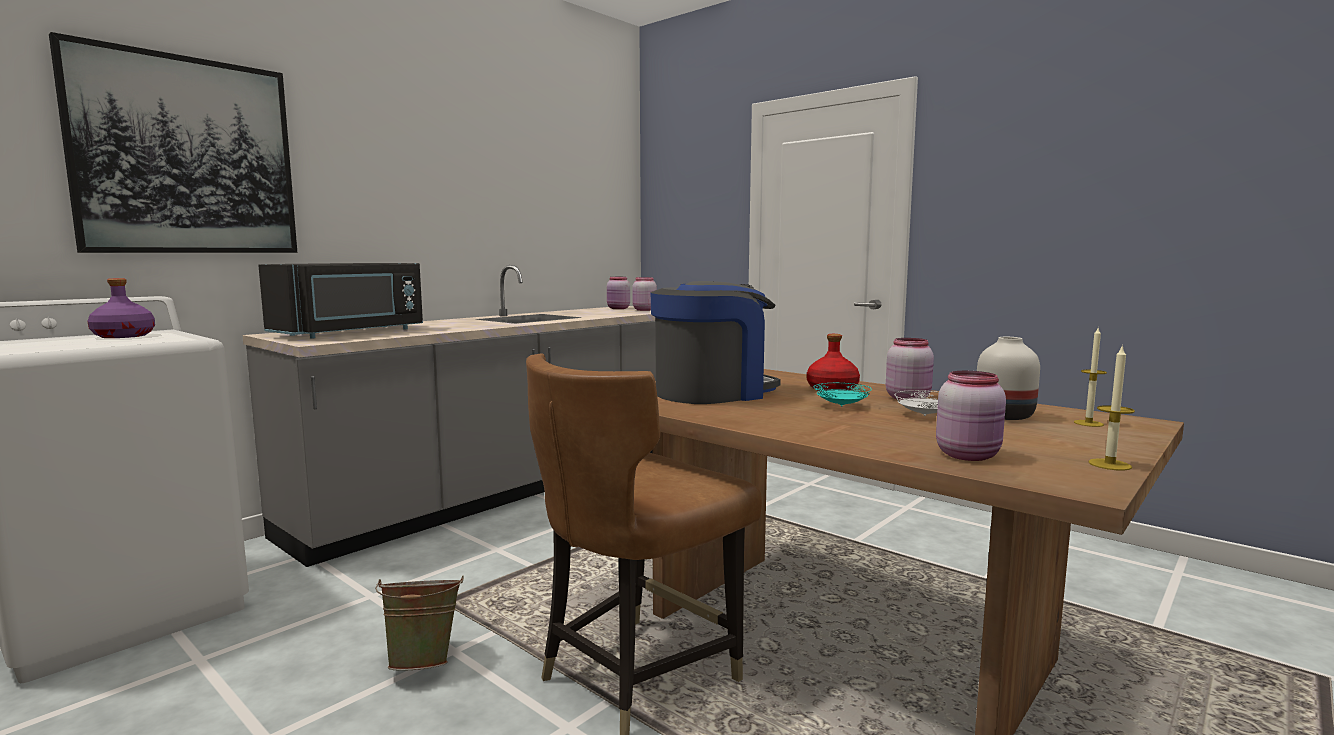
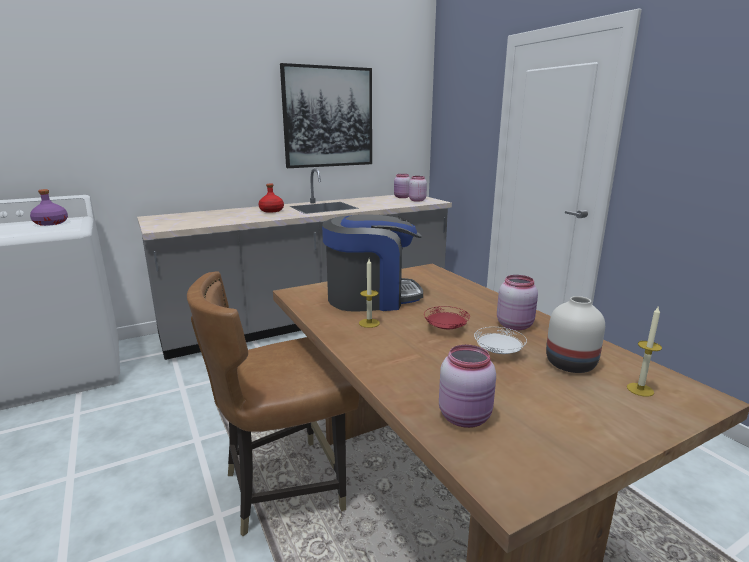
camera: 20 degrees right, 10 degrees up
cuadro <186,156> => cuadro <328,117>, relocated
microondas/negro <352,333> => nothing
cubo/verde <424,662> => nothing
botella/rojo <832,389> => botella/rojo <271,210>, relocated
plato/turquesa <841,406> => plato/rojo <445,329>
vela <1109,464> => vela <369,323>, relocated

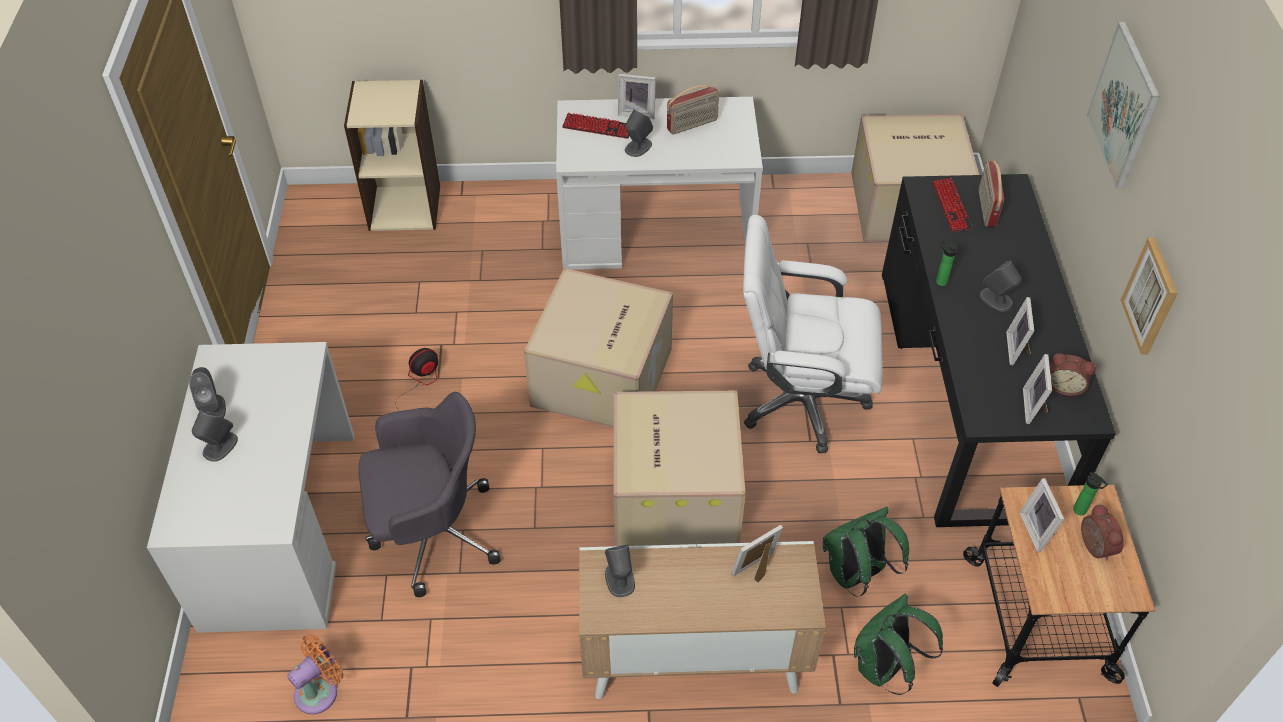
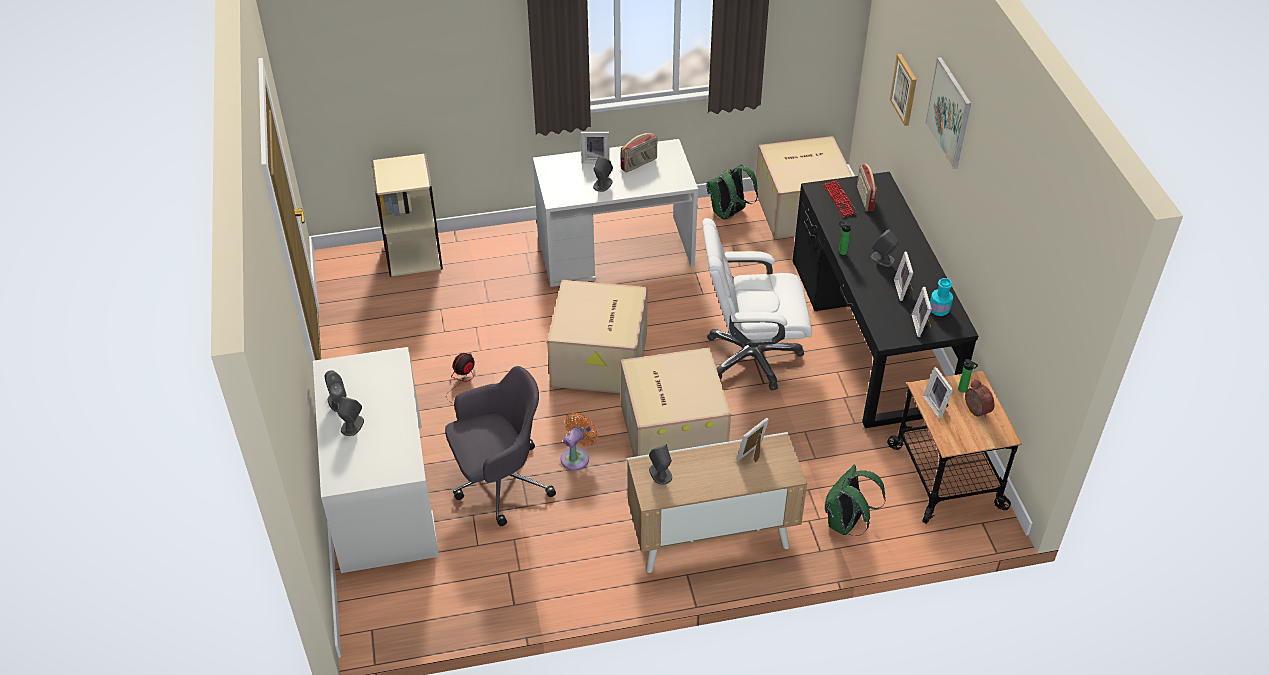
camera: 10 degrees left, 5 degrees down
ventilador/naranja <320,690> => ventilador/naranja <577,457>, relocated
teclado <597,127> => nothing
mochila/verde <856,575> => mochila/verde <729,213>, relocated
despertador <1064,386> => botella/turquesa <939,309>
cuadro <1151,296> => cuadro <904,89>, relocated

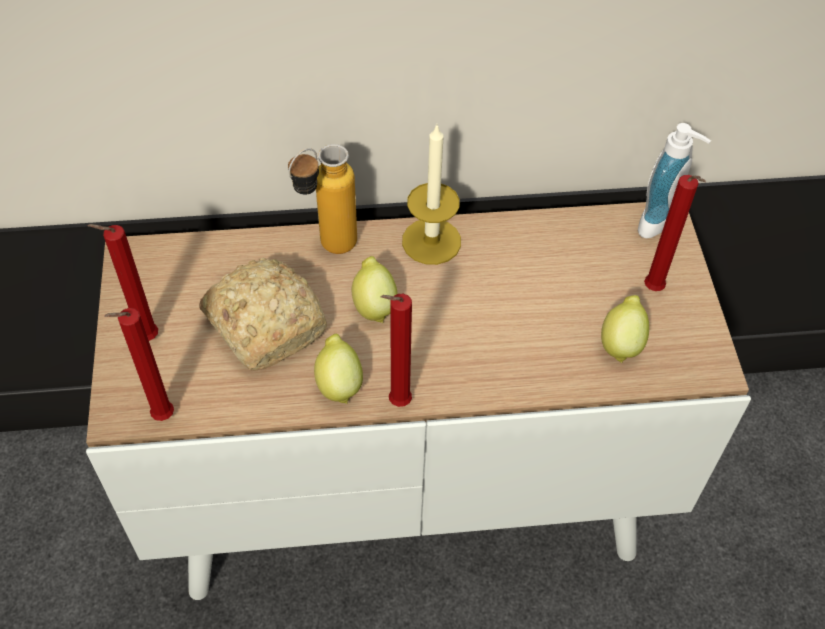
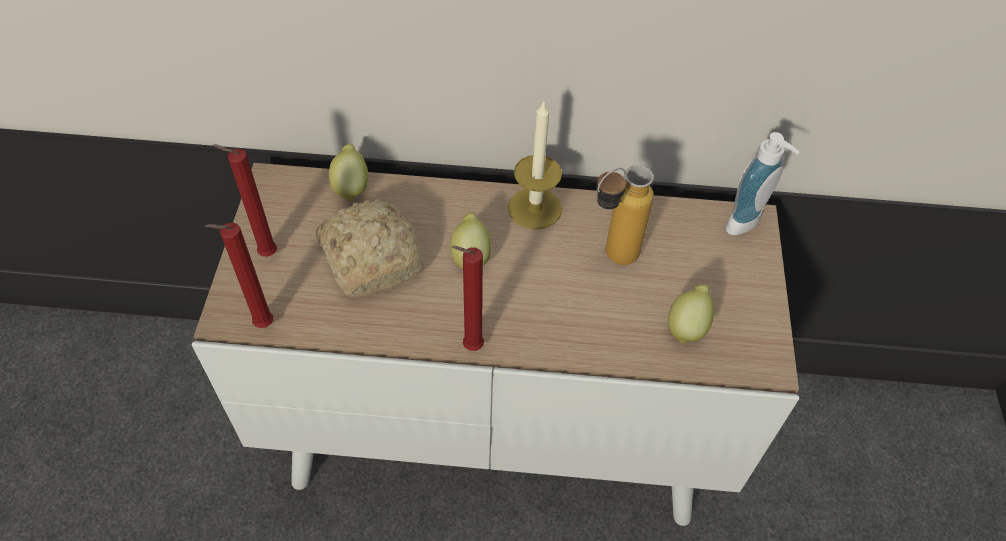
camera: 10 degrees right, 0 degrees up
botella <326,249> => botella <610,259>, relocated
limón <339,383> => limón <351,187>, relocated
vela/rojo <655,291> => nothing

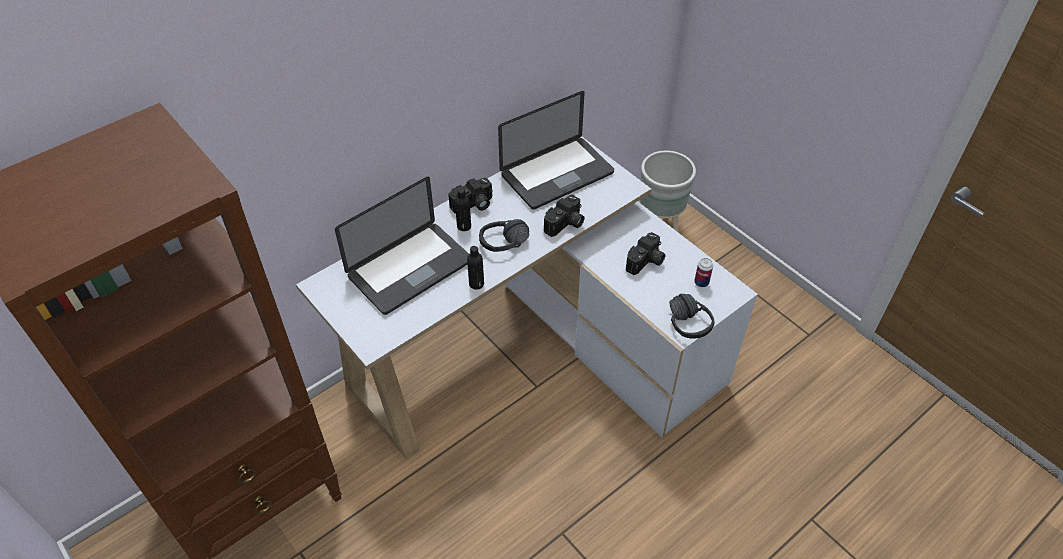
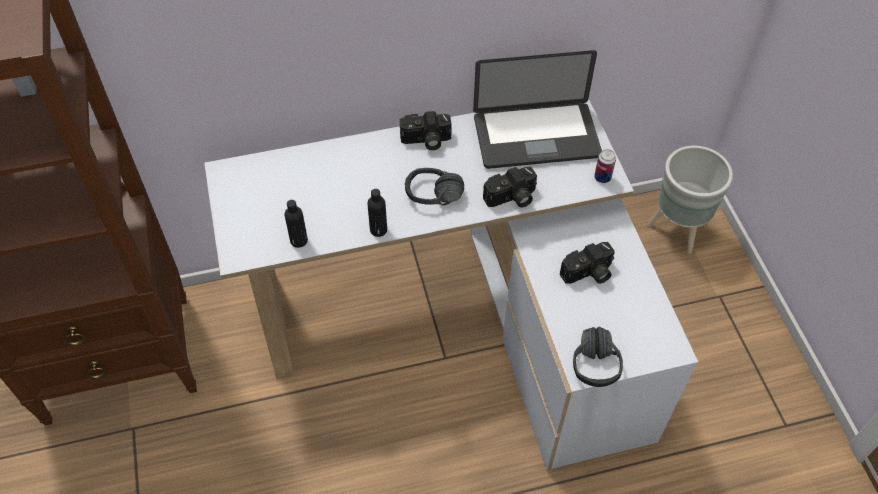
camera: 25 degrees right, 5 degrees up
portátil <410,269> => nothing
botella/negro <464,226> => botella/negro <299,240>, relocated
lata <701,282> => lata <602,177>, relocated

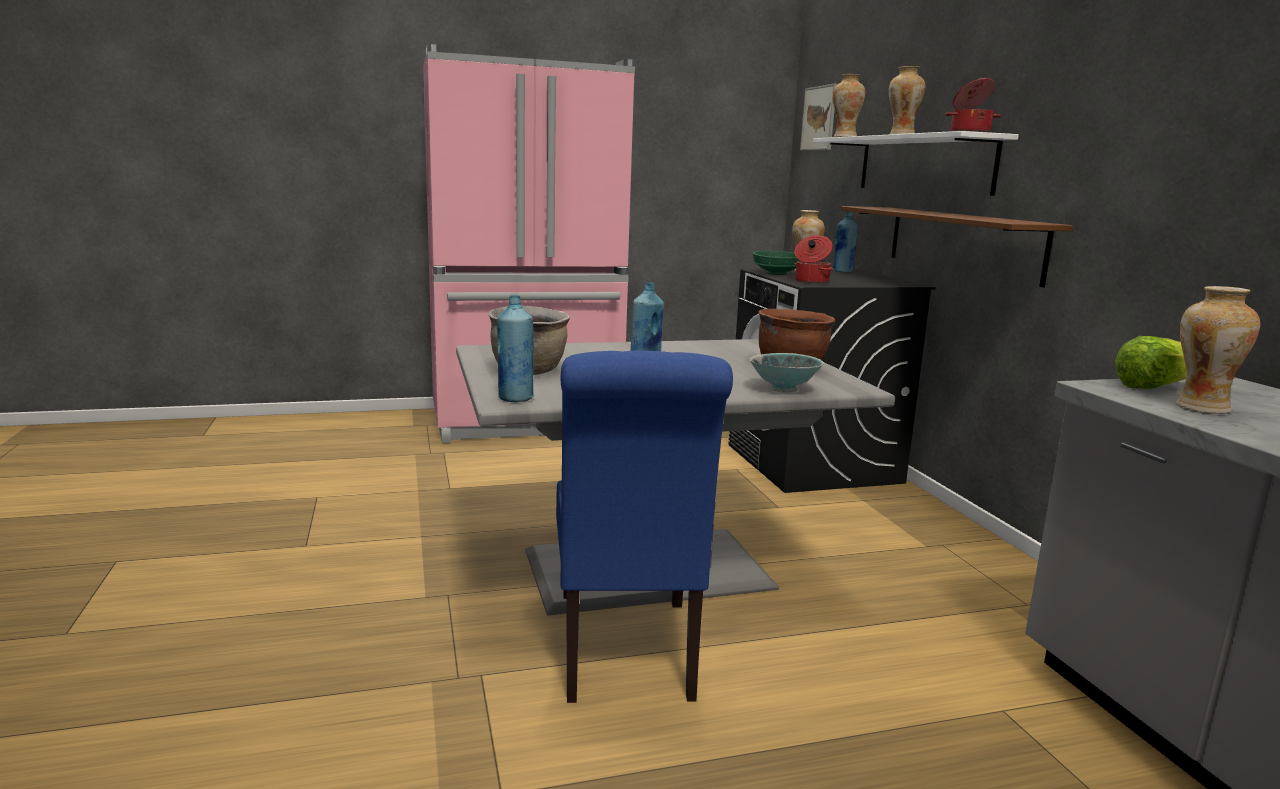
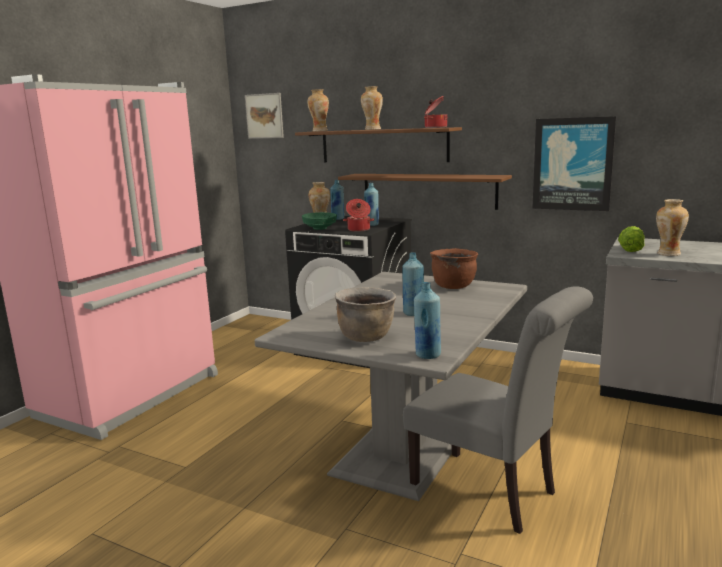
camera: 45 degrees left, 0 degrees up
silla/azul <627,655> => silla/gris <491,493>
cuenco <784,390> => nothing
estante/blanco <923,164> => estante/marrón <383,145>
nothing => botella/azul <372,225>
nothing => cuadro <572,164>

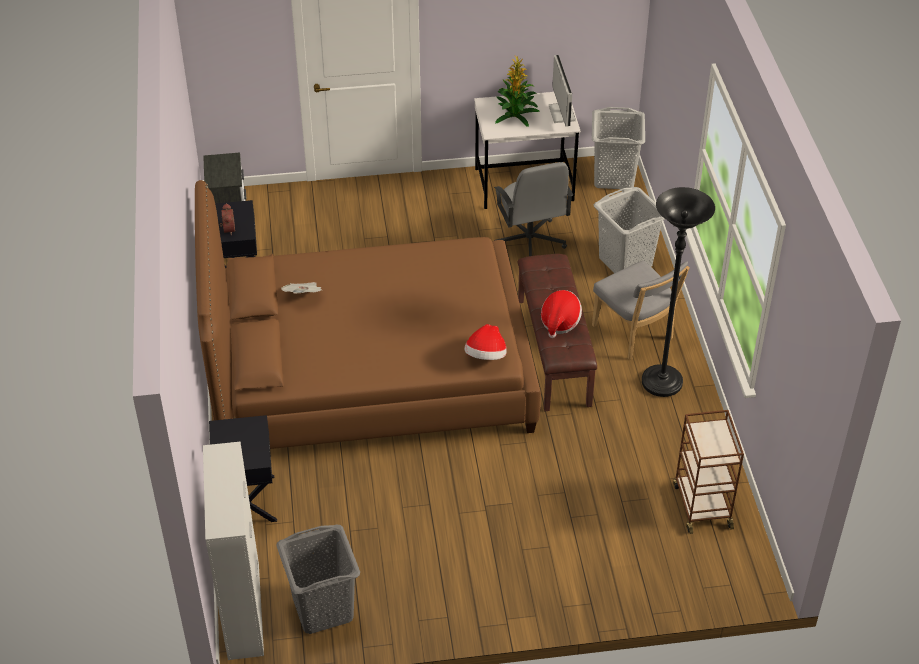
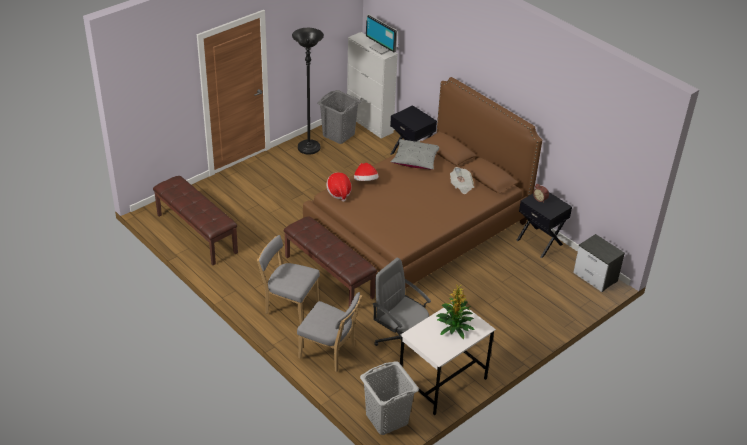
camera: 145 degrees right, 5 degrees down
sombrero <559,322> => sombrero <365,181>, relocated
monitor <560,113> => monitor <380,48>, relocated
cesto de la ropa/gris <625,261> => silla/gris <329,353>
lámpara de pie/negro <661,383> => lámpara de pie/negro <309,148>, relocated
carrito/marrón <701,505> => banco/marrón <196,233>
nothing => cojín/gris <415,160>

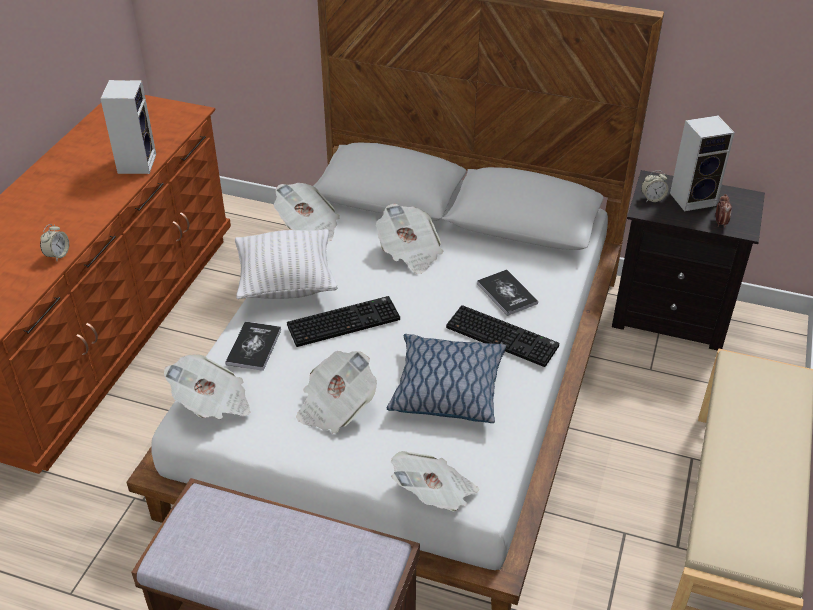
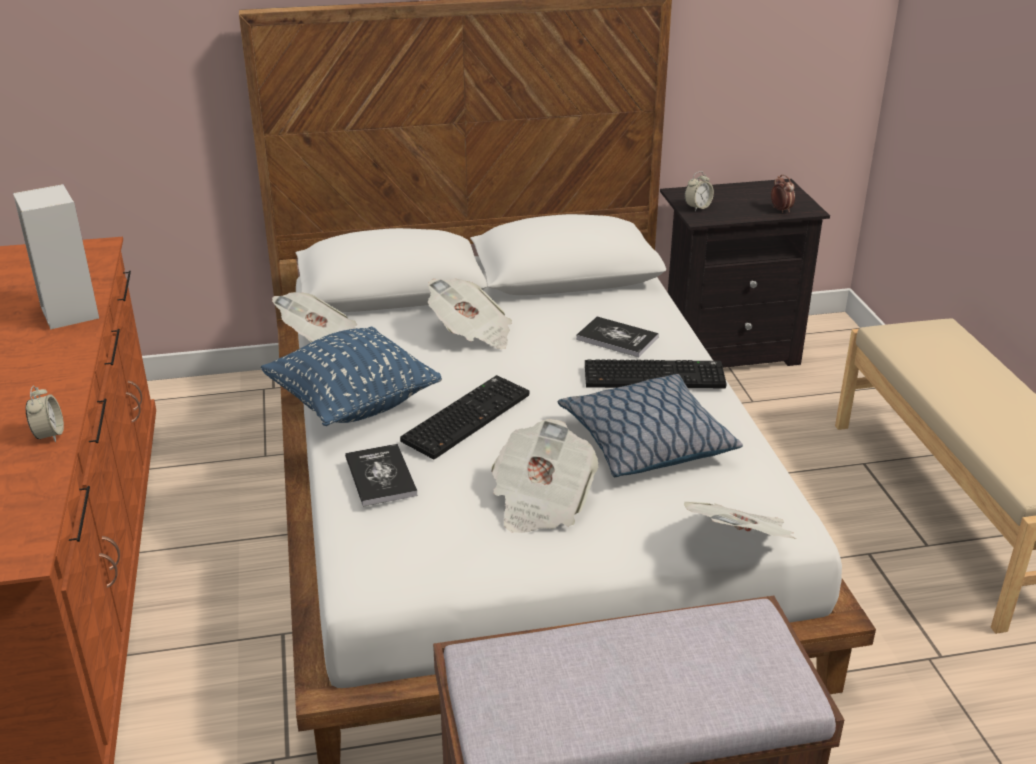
camera: 30 degrees left, 10 degrees down
periódico <212,403> => nothing
cojín/blanco <286,283> => cojín/azul <353,404>
altavoz <694,198> => nothing

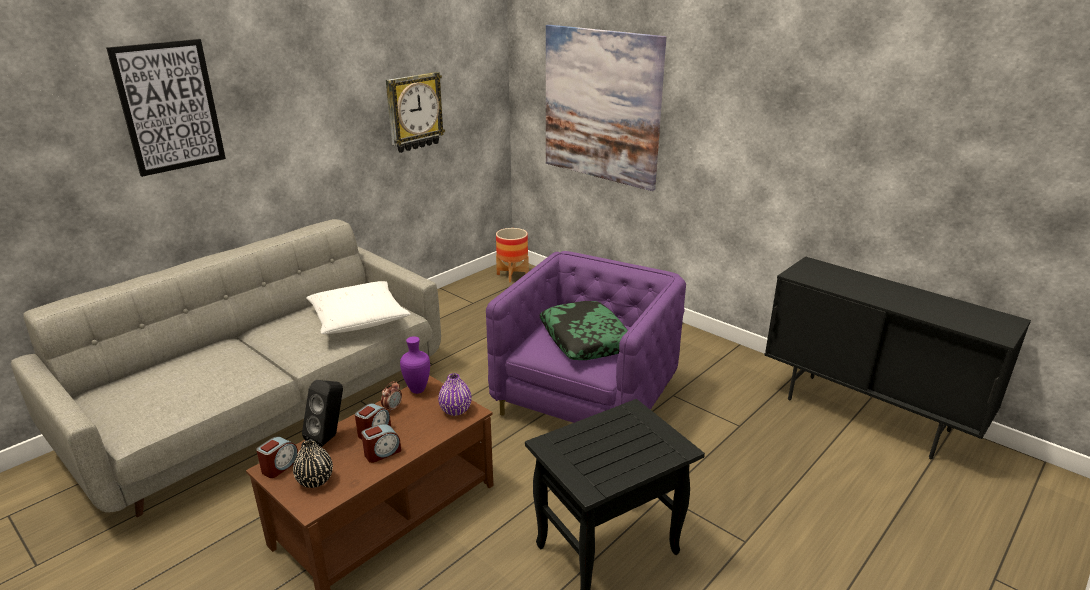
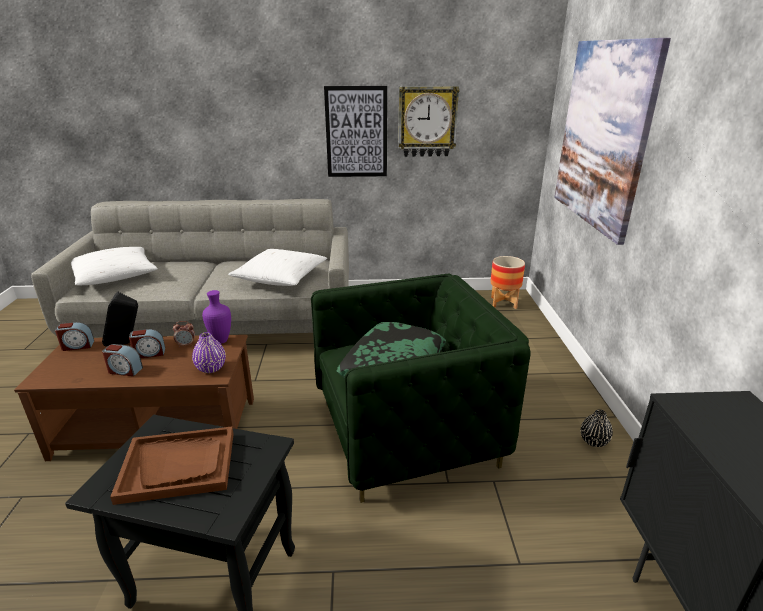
camera: 45 degrees right, 0 degrees up
cuadro <169,107> => cuadro <356,132>, relocated
florero/negro <315,481> => florero/negro <593,441>, relocated
sillón/morado <586,399> => sillón/verde <407,433>
nothing => cojín/blanco <115,276>
nothing => bandeja/marrón <178,466>

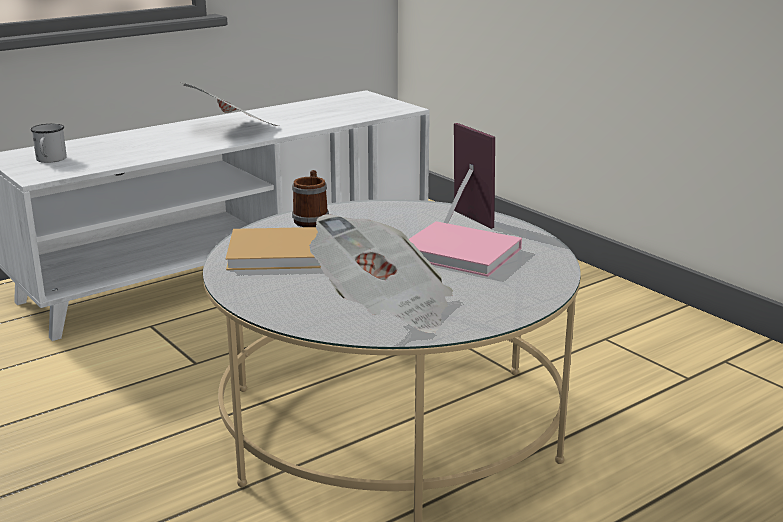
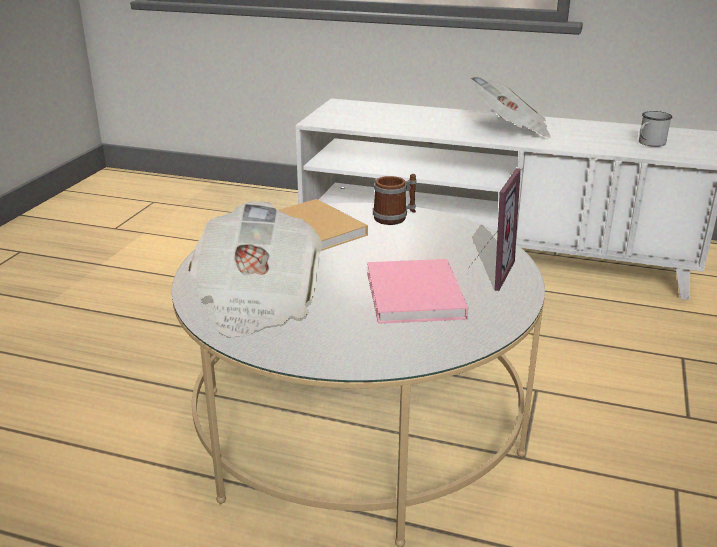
camera: 55 degrees right, 5 degrees up
taza grande/blanco <50,160> => taza grande/blanco <649,143>, relocated

